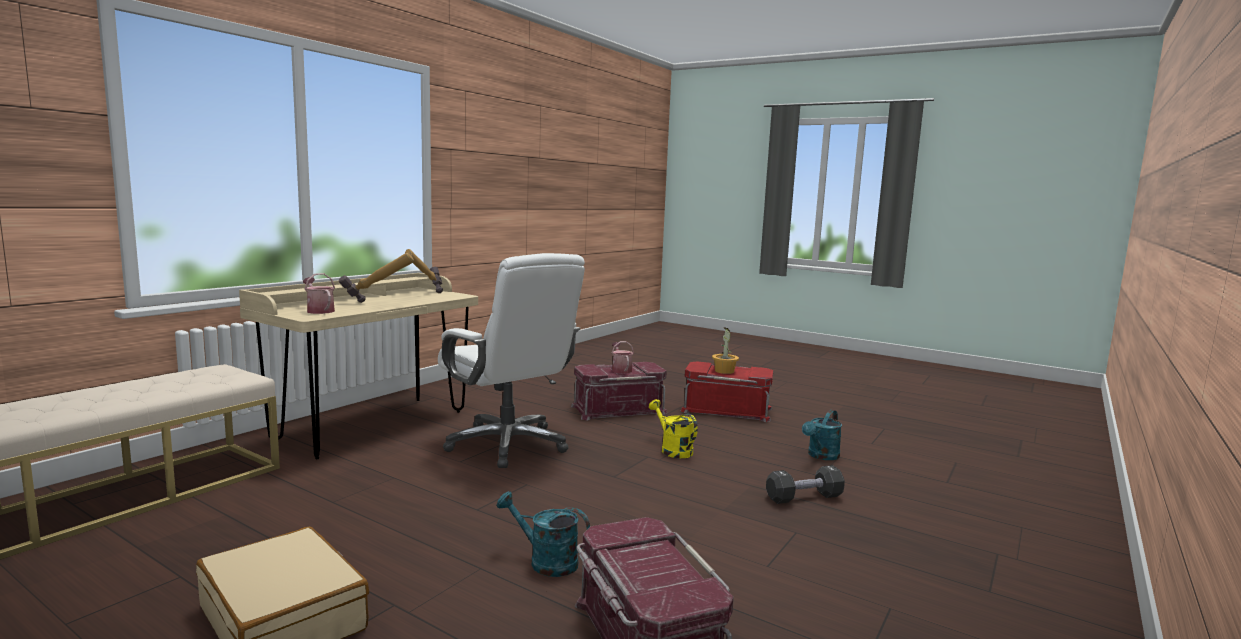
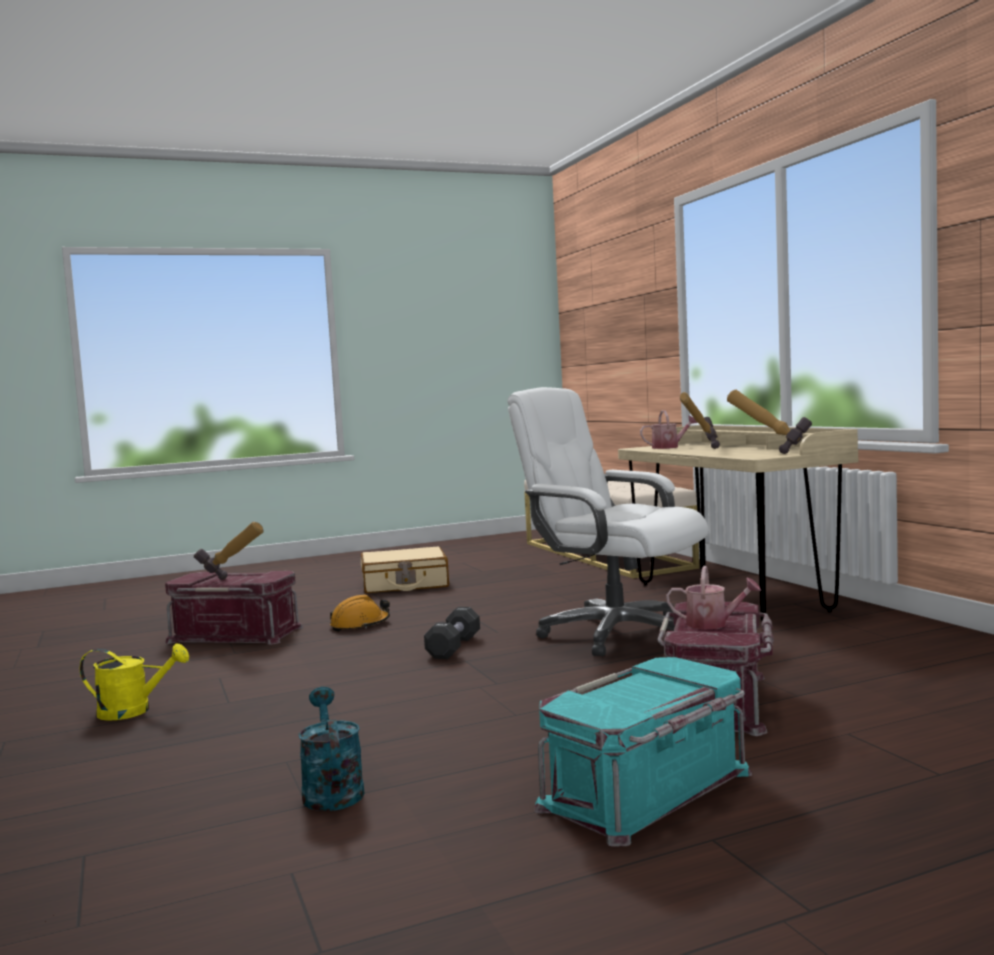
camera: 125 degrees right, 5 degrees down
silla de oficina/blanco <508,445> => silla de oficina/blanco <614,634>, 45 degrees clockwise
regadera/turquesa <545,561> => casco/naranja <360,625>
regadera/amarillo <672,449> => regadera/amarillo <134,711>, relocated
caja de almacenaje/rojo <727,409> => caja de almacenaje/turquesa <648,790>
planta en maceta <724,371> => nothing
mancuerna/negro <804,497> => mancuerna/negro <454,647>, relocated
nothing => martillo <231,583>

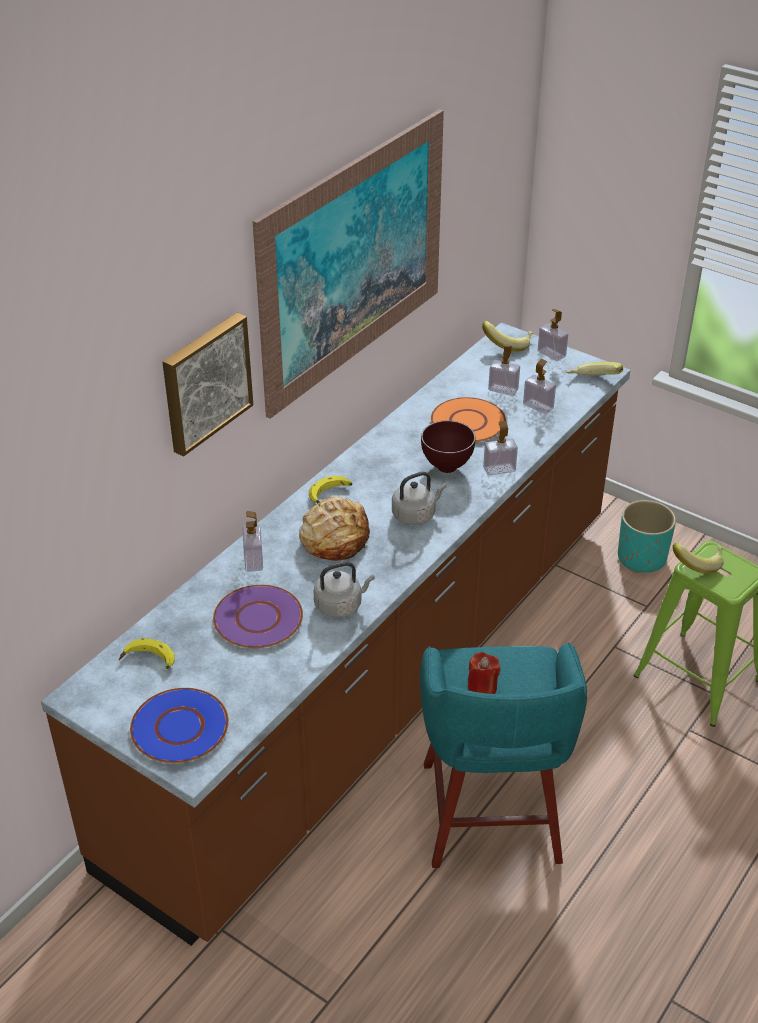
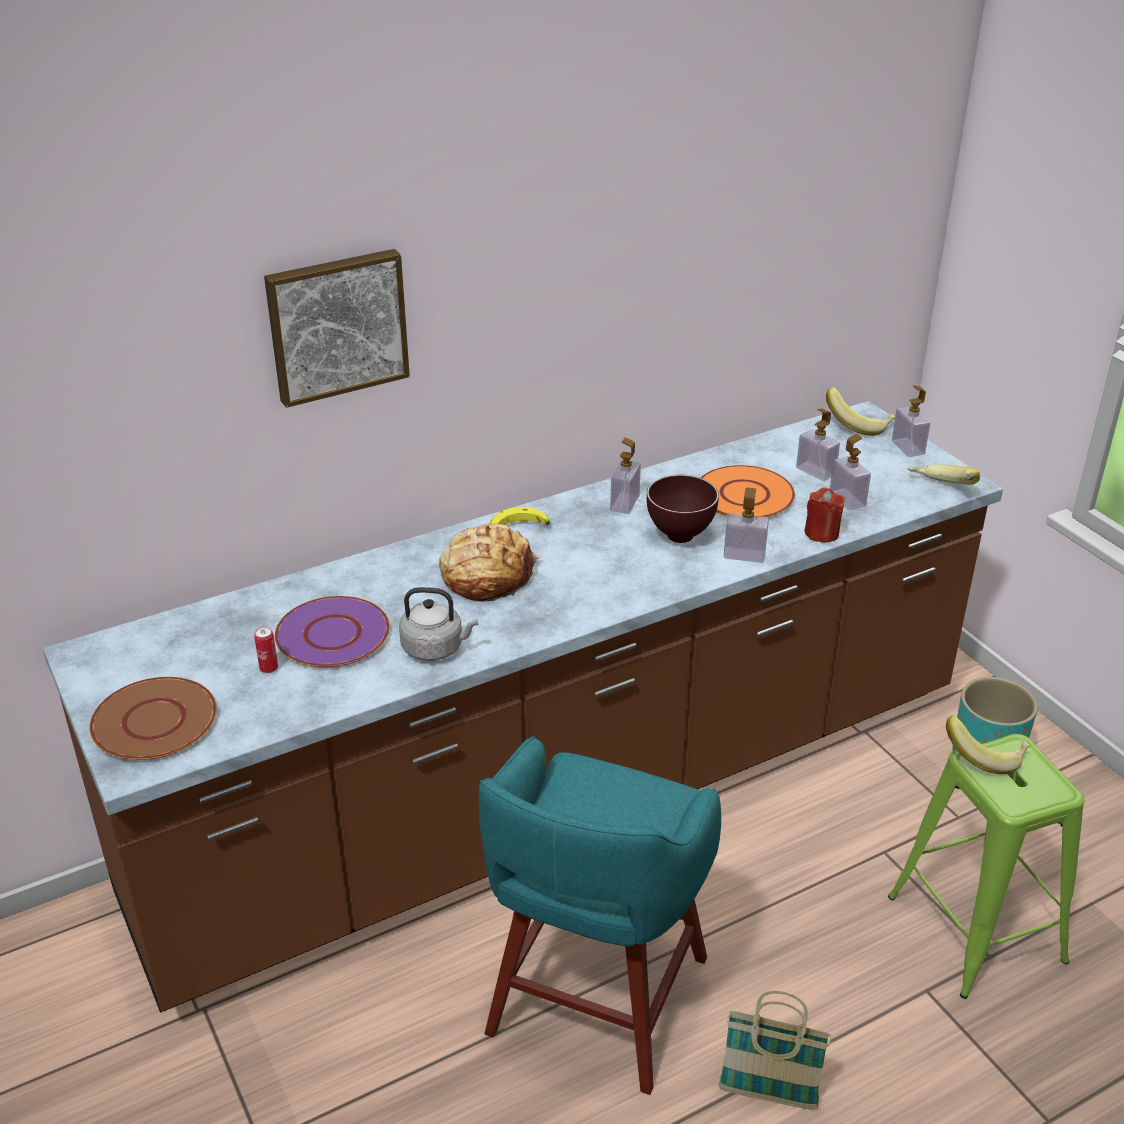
camera: 25 degrees right, 5 degrees down
plátano <148,661> => nothing
plato/azul <180,728> => plato/marrón <154,721>
dispensador de jabón <253,560> => dispensador de jabón <624,503>, relocated
cuadro <354,260> => nothing
hervidor/gris <416,514> => nothing
vela/rojo <482,687> => vela/rojo <821,533>, relocated
nothing => lata <269,668>
nothing => cesta <768,1095>

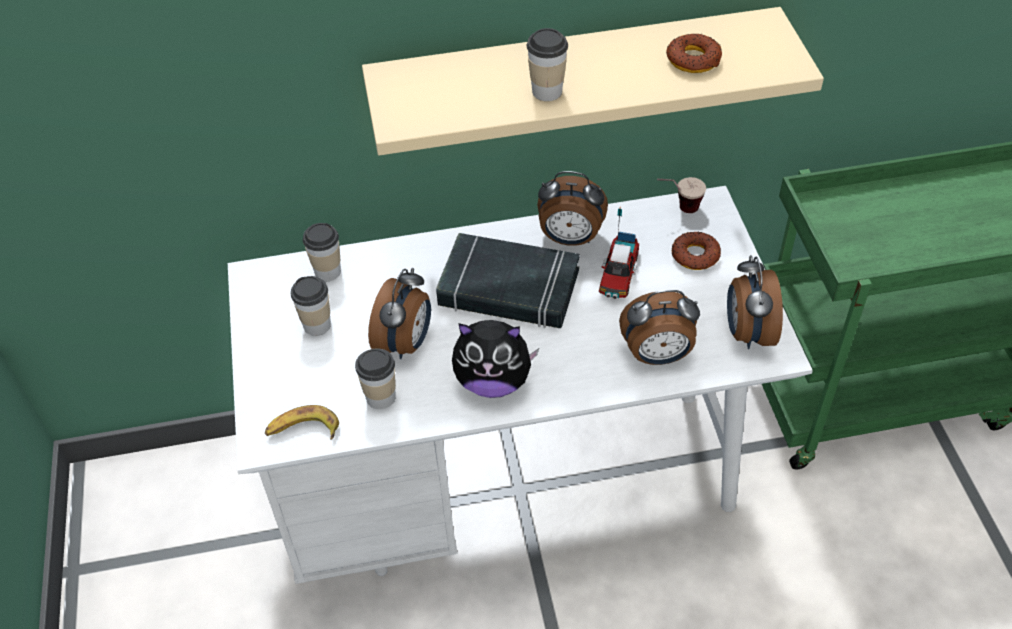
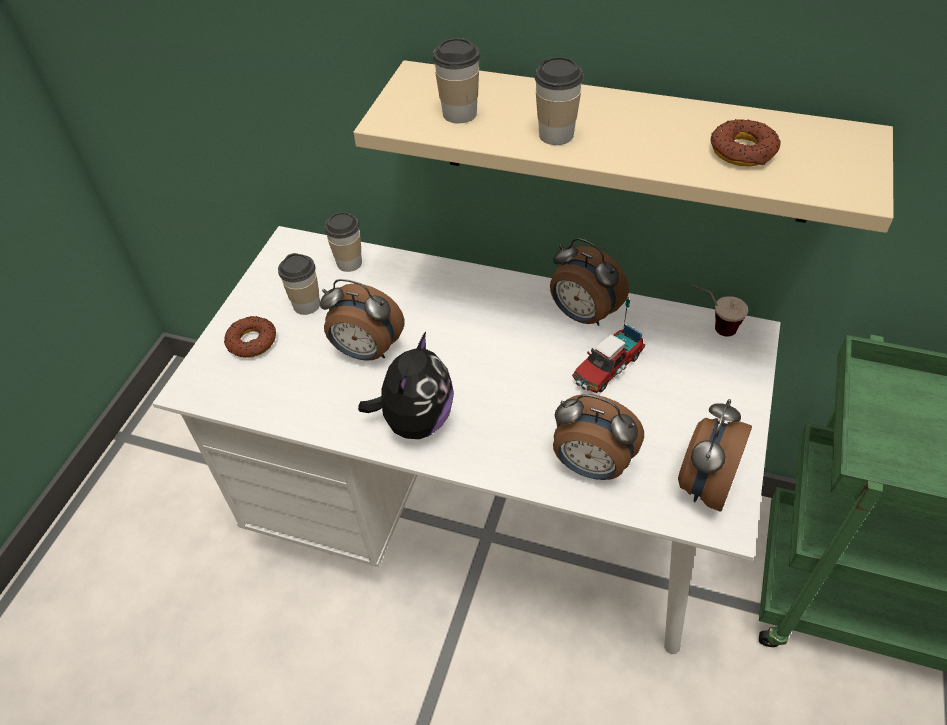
camera: 30 degrees right, 0 degrees up
plátano <303,430> => nothing
taza <381,397> => taza <459,113>, relocated
despertador <406,343> => despertador <366,352>, 60 degrees clockwise
libro/negro <508,289> => nothing
peluche <493,381> => peluche <416,421>, 105 degrees counterclockwise
rosquilla <695,255> => rosquilla <252,341>, relocated

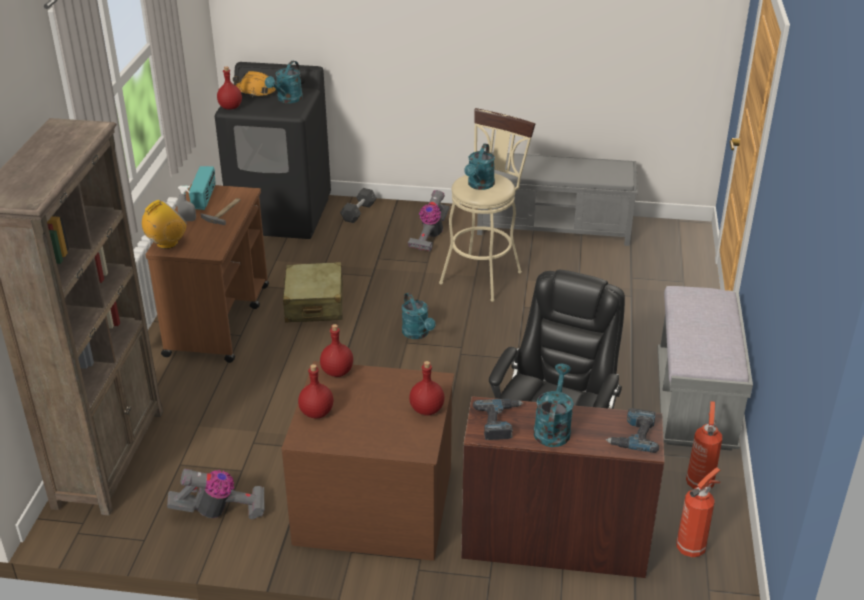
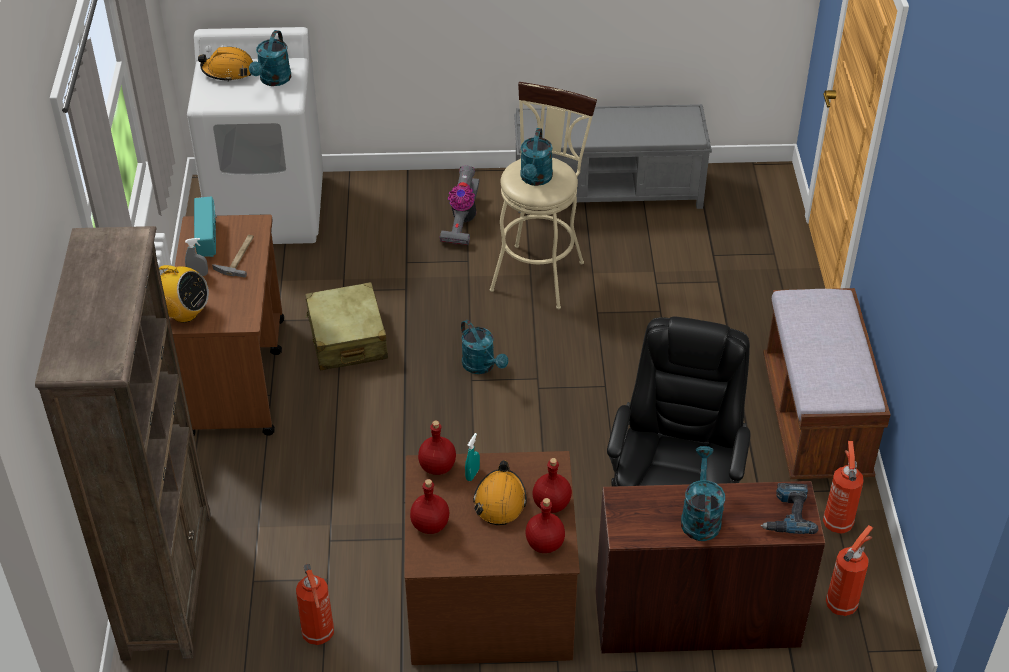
camera: 10 degrees left, 10 degrees up
radio <167,243> => radio <184,313>, 75 degrees clockwise
aspiradora <220,512> => extintor <319,635>
lavadora/negro <281,215> => lavadora/blanco <268,210>
botella/rojo <231,107> => botella/rojo <545,544>, relocated
mancuerna/gris <358,212> => nothing
taladro <500,422> => nothing
banco/gris <694,403> => banco/marrón <815,420>
nothing => pulverizador/turquesa <472,474>
nothing => casco/naranja <500,501>

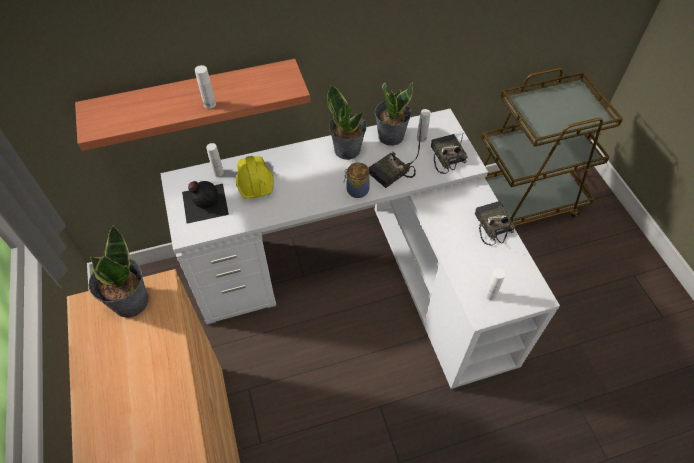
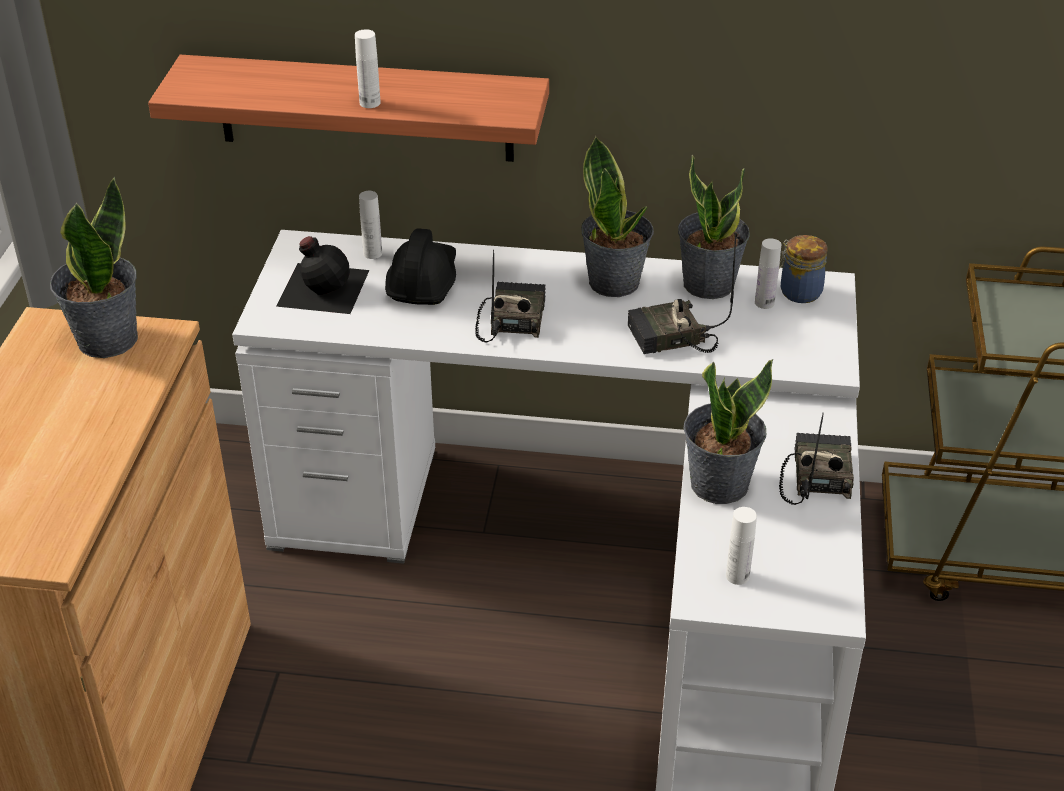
camera: 25 degrees right, 15 degrees down
casco/amarillo <254,181> => casco/negro <423,281>
tarro <356,190> => tarro <798,292>, relocated
radio <445,157> => radio <511,320>, relocated
nothing => planta en maceta <718,483>

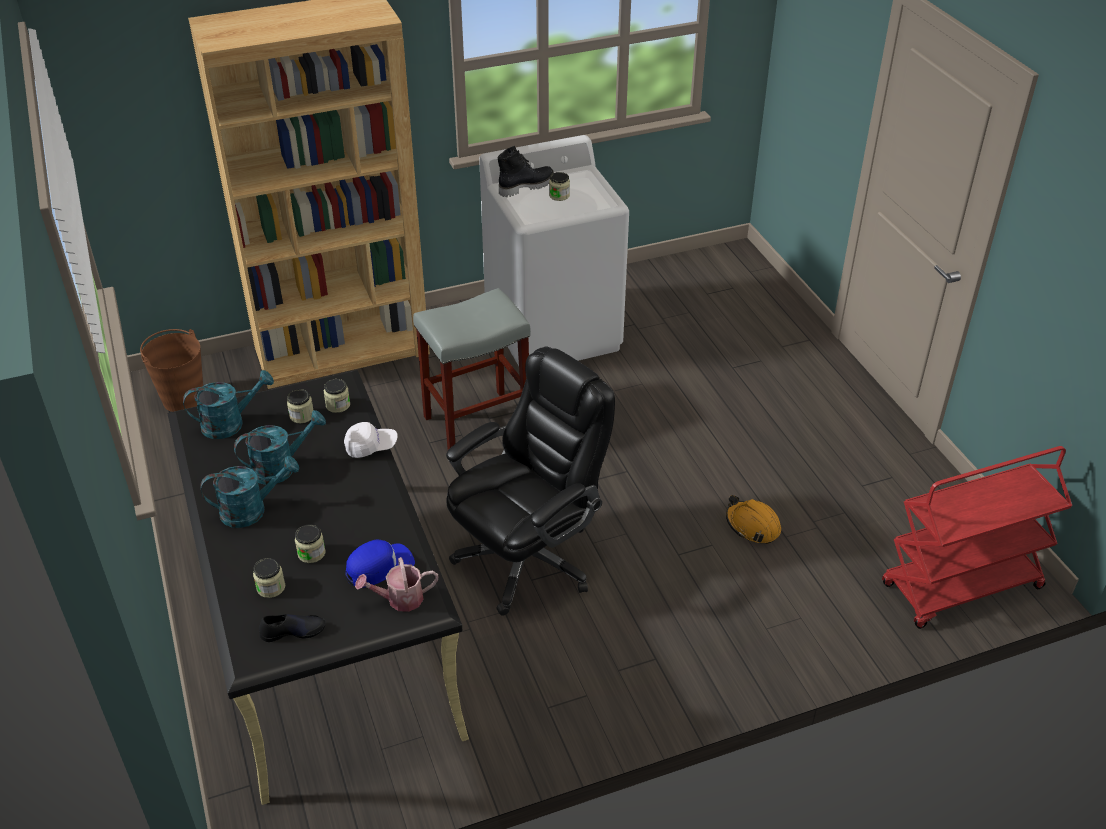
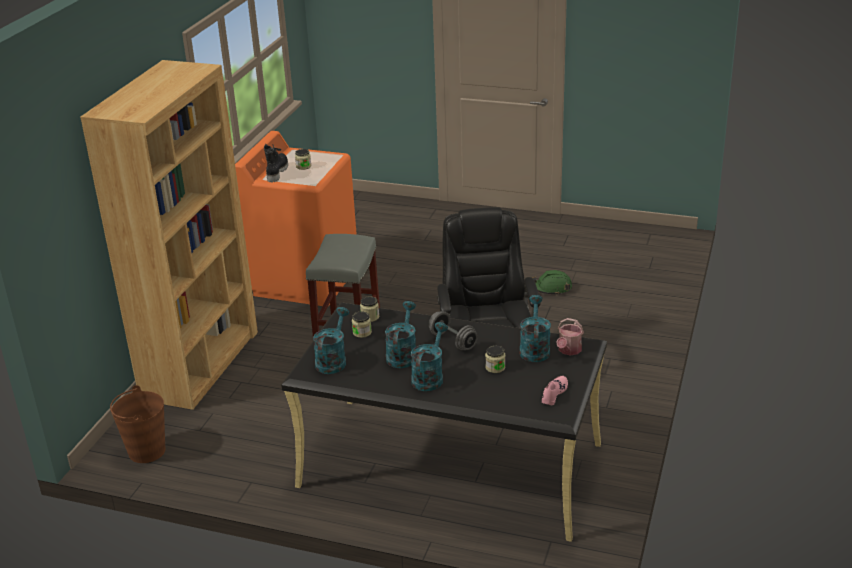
camera: 50 degrees left, 10 degrees down
tarro <271,587> => nothing
zapato/negro <293,631> => zapato/rosa <554,393>
gorra/blanco <371,446> => nothing
gorra/azul <379,567> => regadera/turquesa <534,348>
lavadora/blanco <554,331> => lavadora/naranja <306,280>
casco/naranja <752,526> => casco/verde <552,288>
carrito/rojo <961,588> => nothing
nothing => mancuerna/gris <453,341>

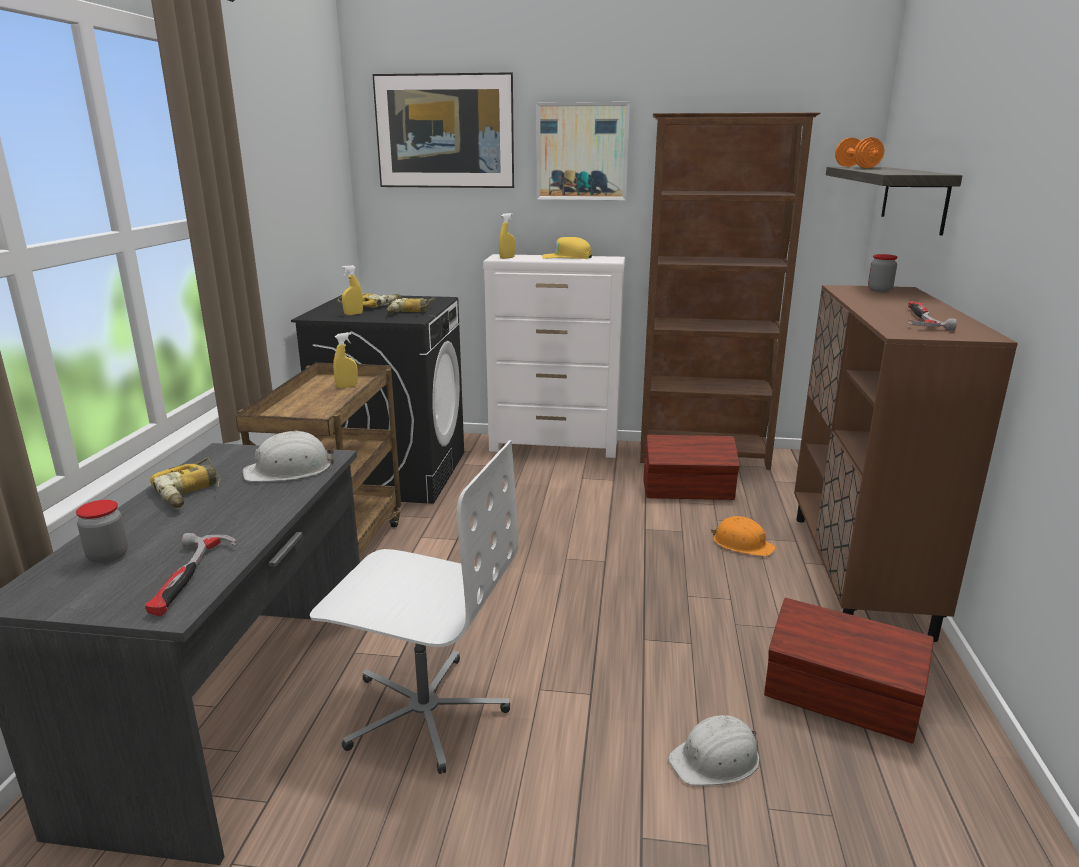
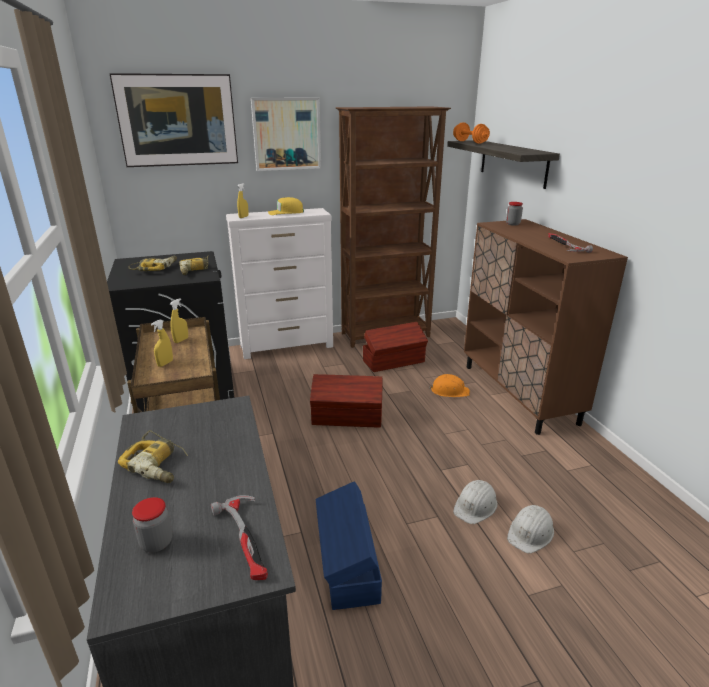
camera: 25 degrees left, 5 degrees up
casco/blanco <289,470> => casco/blanco <475,506>, relocated
silla de oficina/blanco <424,711> => caja de almacenaje/azul <347,565>
pulverizador/amarillo <353,314> => pulverizador/amarillo <165,363>, relocated
caja de almacenaje/marrón <841,701> => caja de almacenaje/marrón <347,418>, relocated

